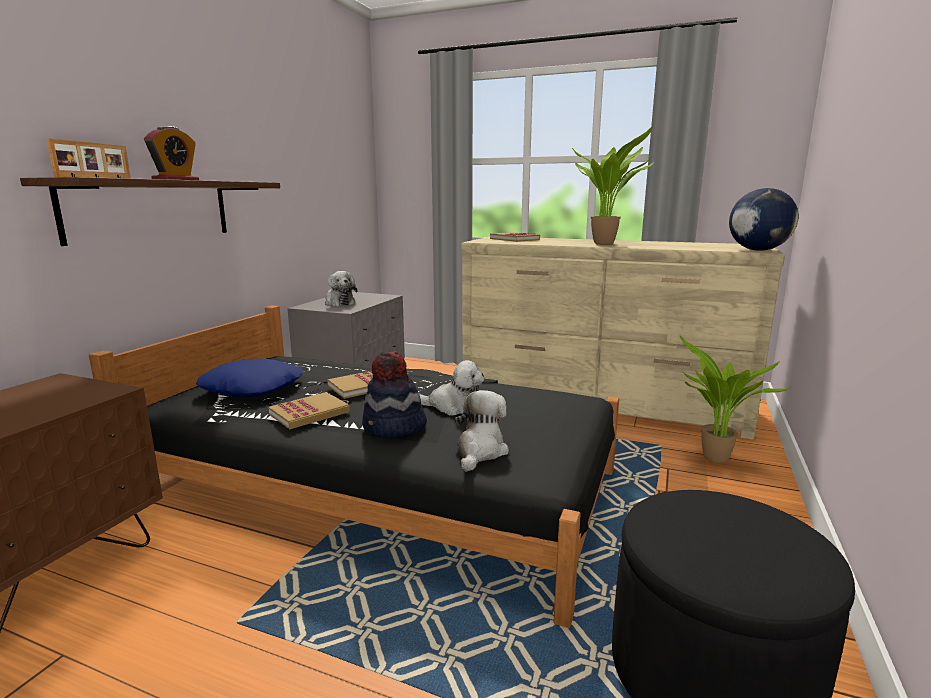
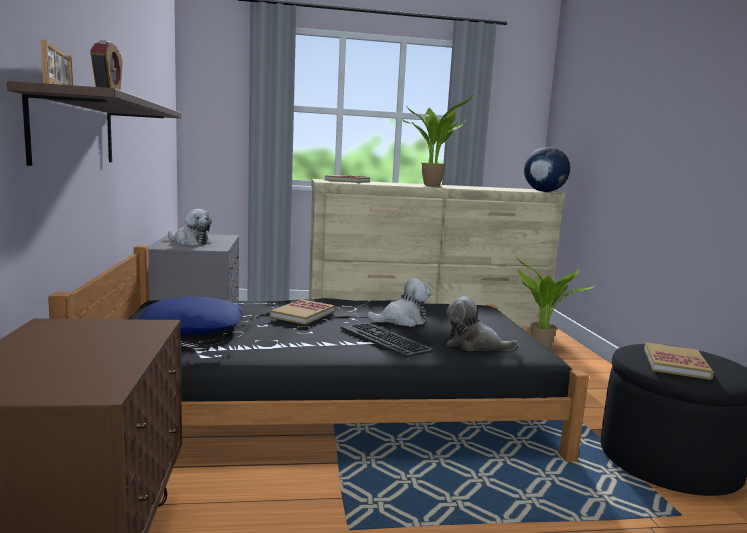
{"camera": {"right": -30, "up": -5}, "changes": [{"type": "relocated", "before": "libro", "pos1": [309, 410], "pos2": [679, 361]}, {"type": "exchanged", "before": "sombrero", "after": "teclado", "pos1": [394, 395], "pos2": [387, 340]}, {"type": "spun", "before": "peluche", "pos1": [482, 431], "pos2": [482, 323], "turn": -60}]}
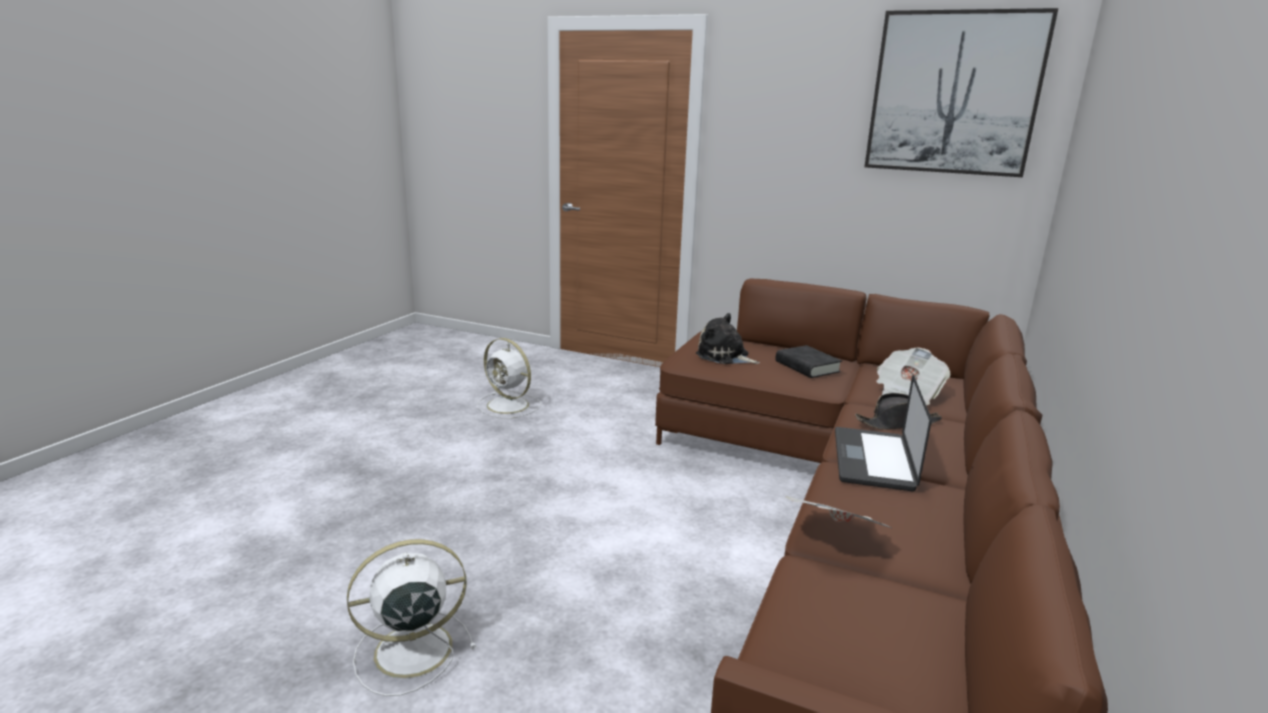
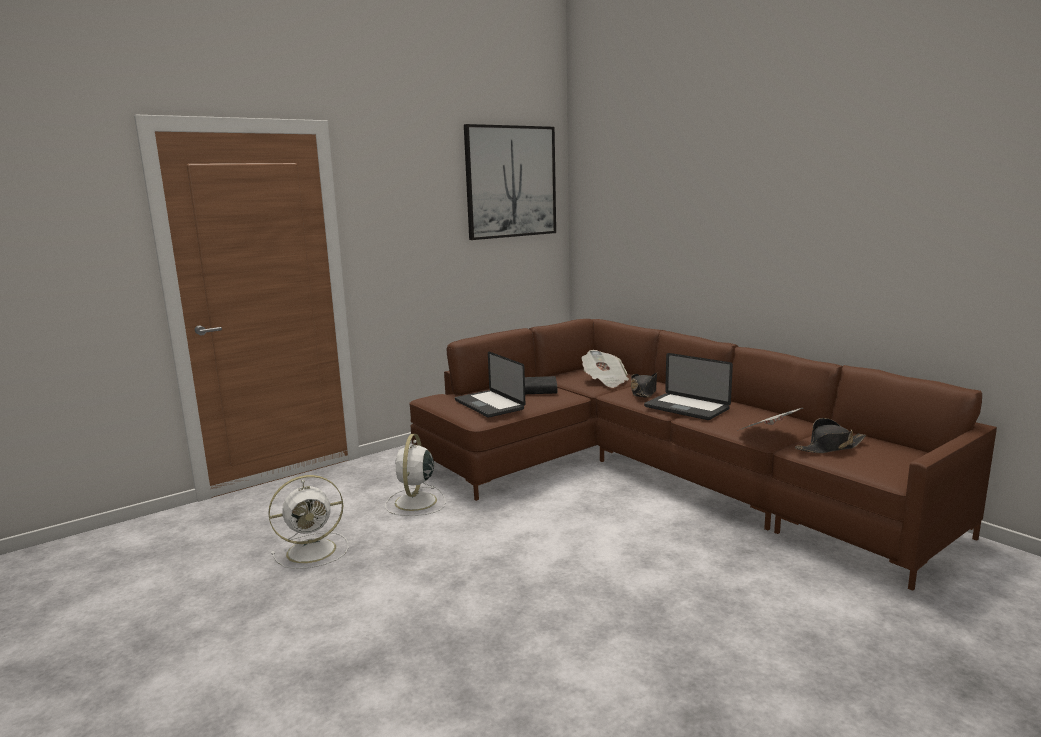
{"camera": {"right": -60, "up": -5}, "changes": [{"type": "appeared", "after": "sombrero/negro", "pos2": [830, 435]}, {"type": "relocated", "before": "ventilador/blanco", "pos1": [411, 617], "pos2": [416, 475]}, {"type": "exchanged", "before": "peluche", "after": "portátil", "pos1": [728, 338], "pos2": [490, 384]}]}
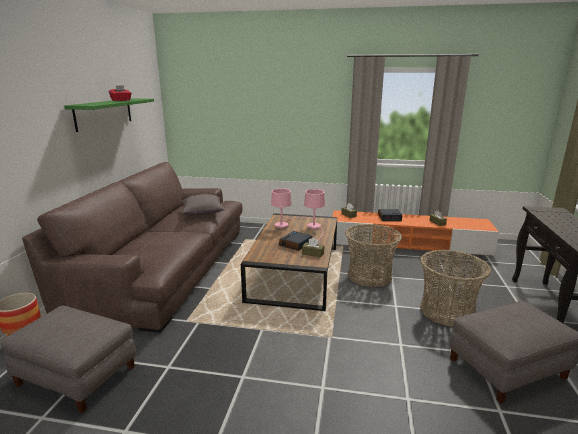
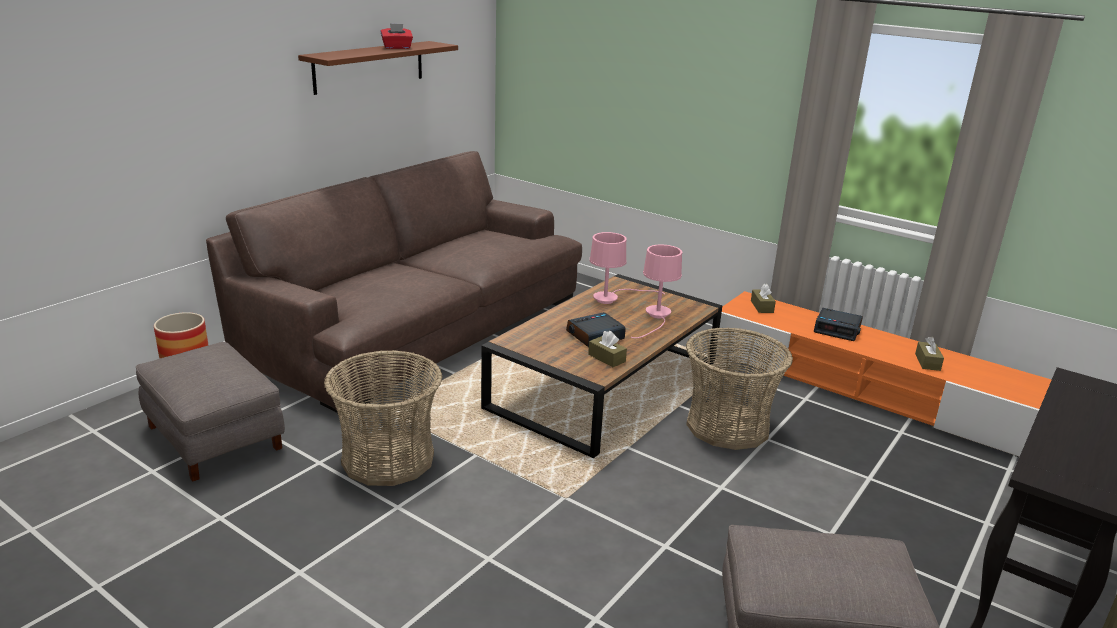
{"camera": {"right": 25, "up": 5}, "changes": [{"type": "missing", "before": "cojín/gris", "pos1": [203, 204]}, {"type": "relocated", "before": "cesta", "pos1": [455, 288], "pos2": [383, 418]}, {"type": "colour", "before": "estante/verde", "after": "estante/marrón", "pos1": [109, 115], "pos2": [378, 68]}]}
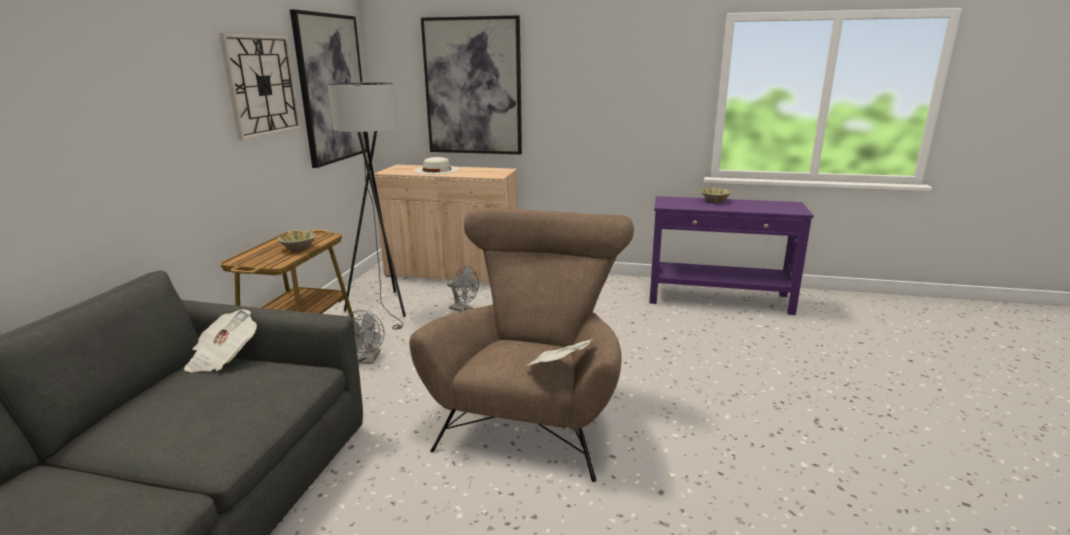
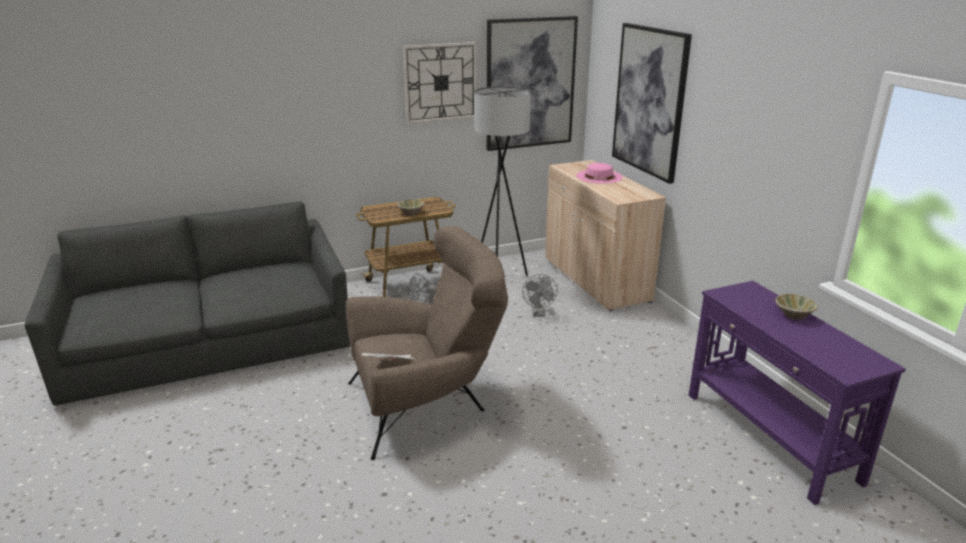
{"camera": {"right": 55, "up": 5}, "changes": [{"type": "missing", "before": "periódico", "pos1": [220, 340]}, {"type": "colour", "before": "sombrero/blanco", "after": "sombrero/rosa", "pos1": [437, 165], "pos2": [599, 173]}]}
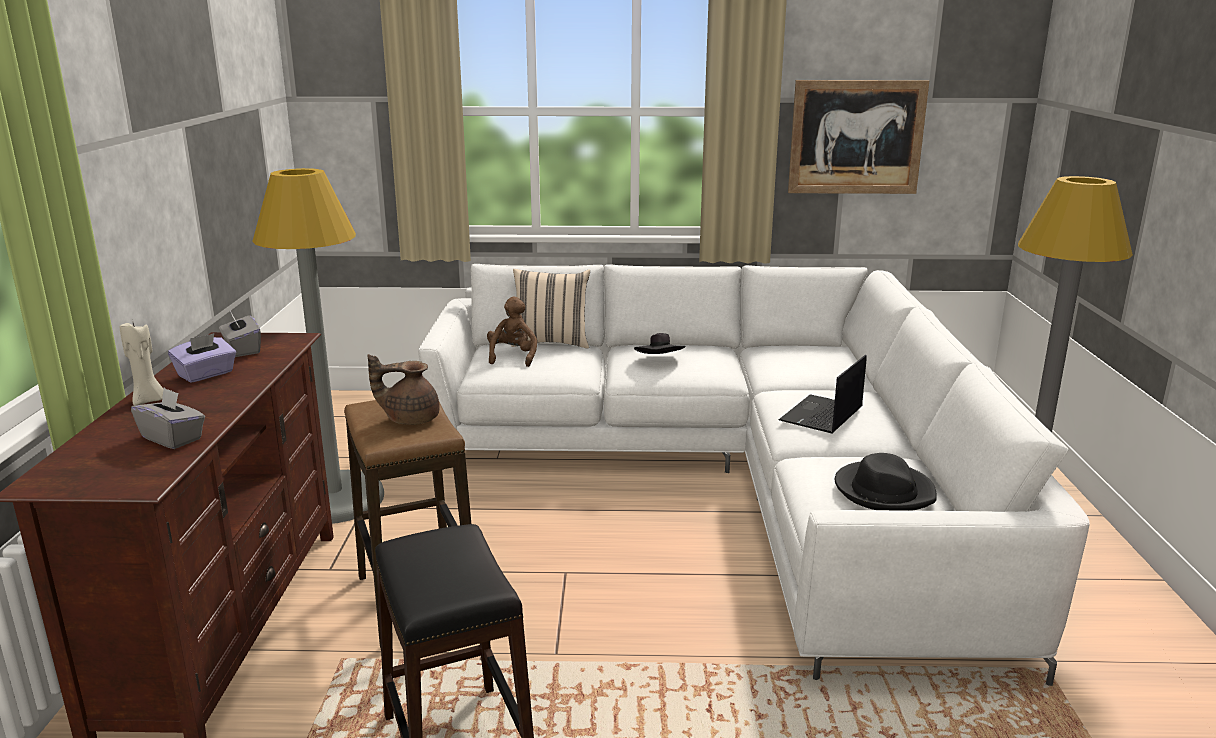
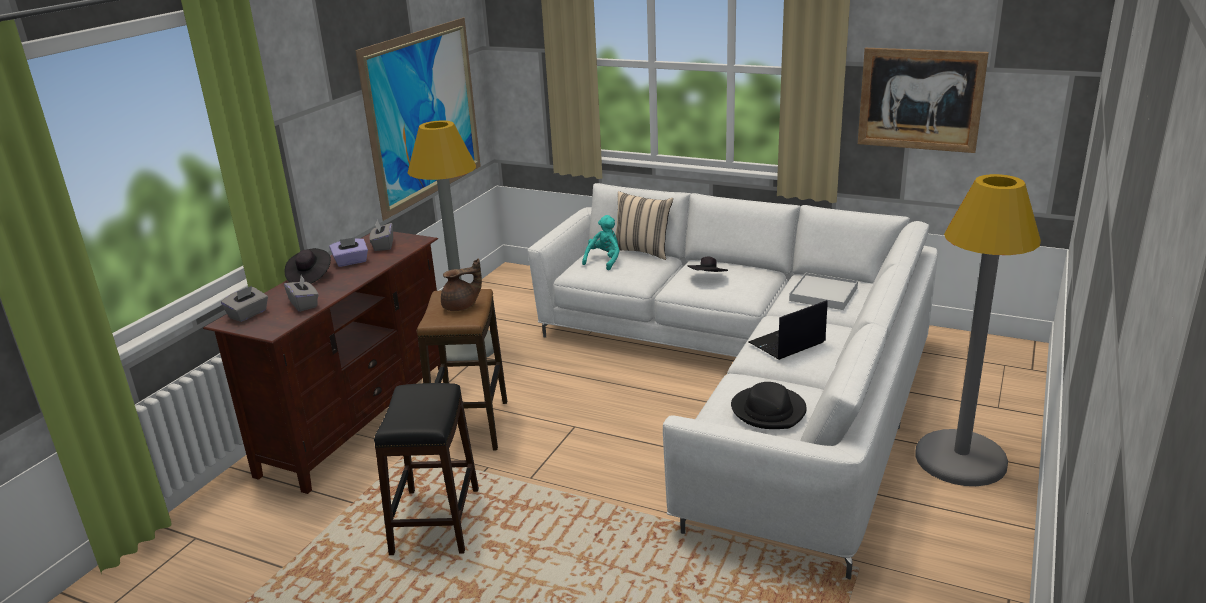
{"camera": {"right": 25, "up": 5}, "changes": [{"type": "appeared", "after": "caja de pañuelos/gris", "pos2": [244, 304]}, {"type": "appeared", "after": "cuadro", "pos2": [418, 119]}, {"type": "appeared", "after": "bandeja/blanco", "pos2": [823, 291]}, {"type": "exchanged", "before": "vela/beis", "after": "sombrero/negro", "pos1": [141, 364], "pos2": [308, 266]}, {"type": "colour", "before": "peluche/marrón", "after": "peluche/turquesa", "pos1": [512, 332], "pos2": [601, 242]}, {"type": "spun", "before": "tetera/marrón", "pos1": [404, 389], "pos2": [461, 284], "turn": 135}]}
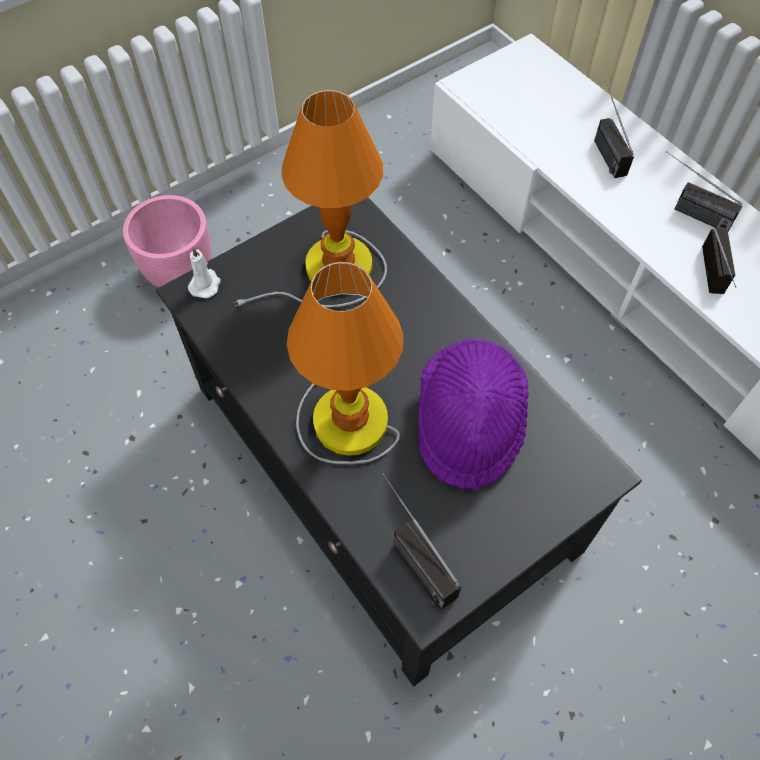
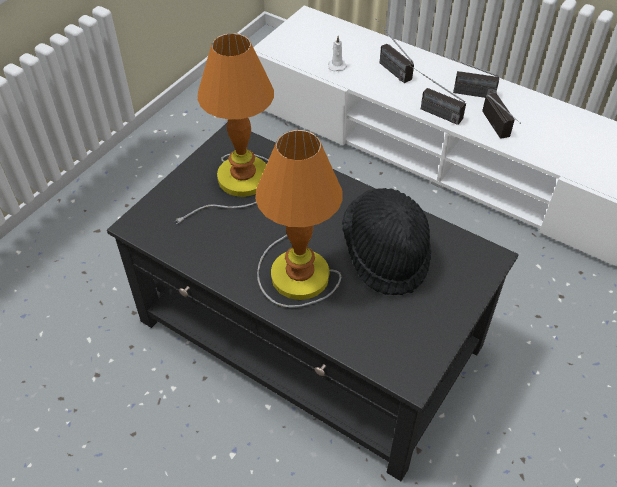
{"camera": {"right": -20, "up": -10}, "changes": [{"type": "missing", "before": "maceta/rosa", "pos1": [167, 241]}, {"type": "relocated", "before": "vela/blanco", "pos1": [204, 272], "pos2": [337, 53]}, {"type": "relocated", "before": "radio", "pos1": [421, 541], "pos2": [437, 95]}, {"type": "colour", "before": "sombrero/morado", "after": "sombrero/negro", "pos1": [473, 414], "pos2": [387, 241]}]}
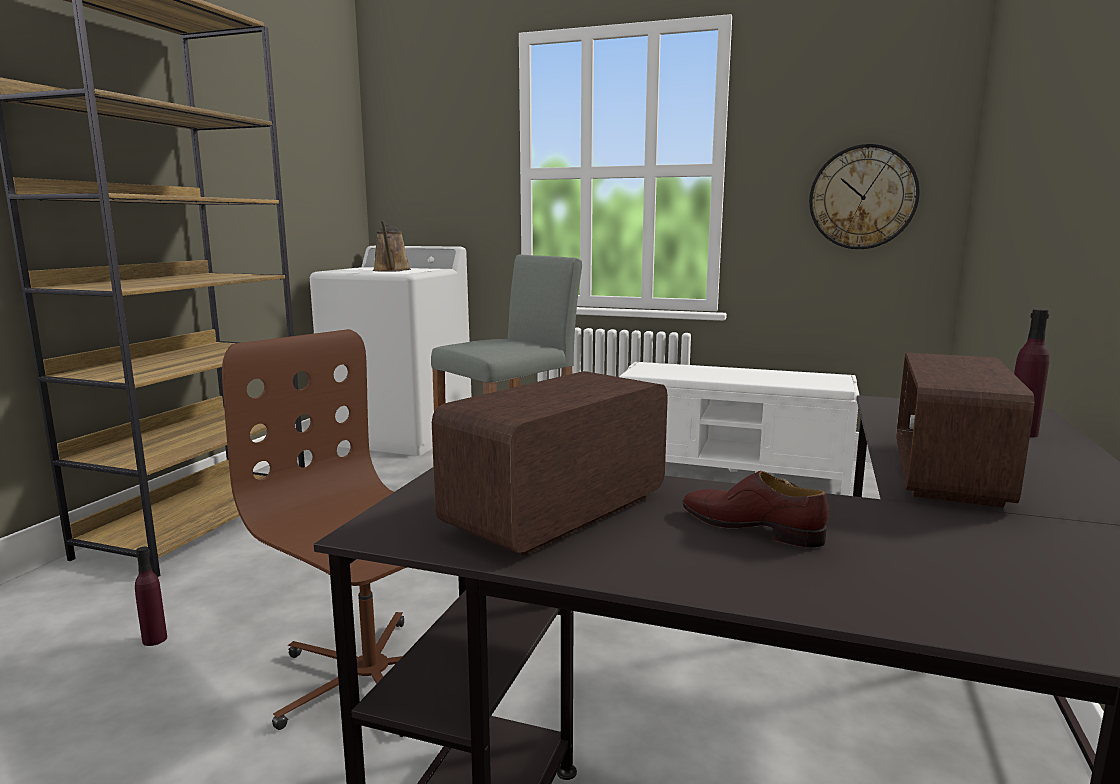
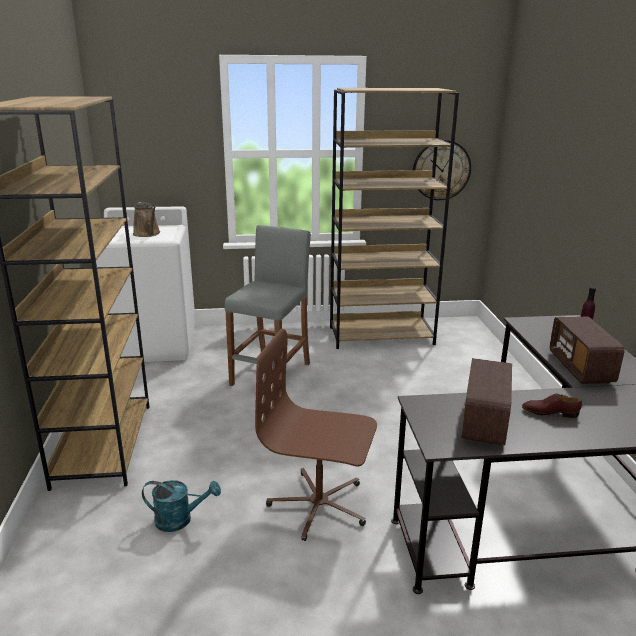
{"camera": {"right": -25, "up": 10}, "changes": [{"type": "exchanged", "before": "botella/morado", "after": "regadera/turquesa", "pos1": [151, 596], "pos2": [181, 506]}, {"type": "exchanged", "before": "banco/blanco", "after": "estantería/marrón", "pos1": [739, 429], "pos2": [394, 218]}]}
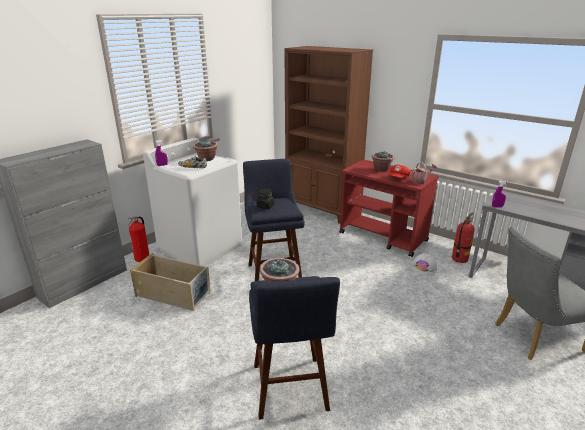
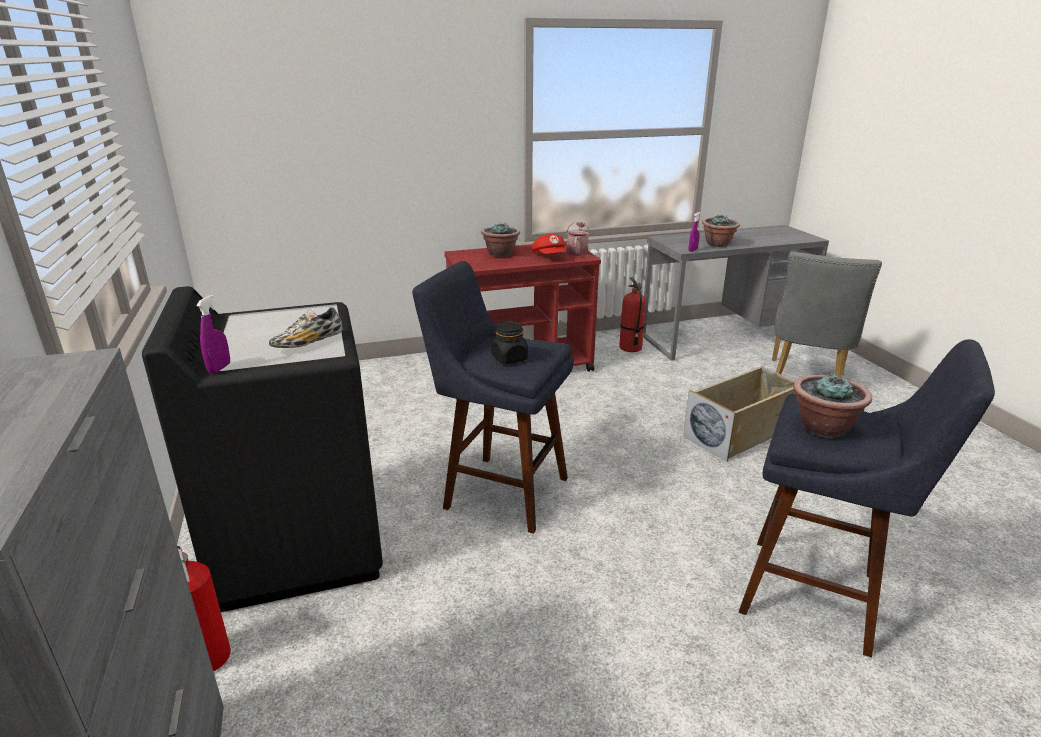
{"camera": {"right": -55, "up": 0}, "changes": [{"type": "missing", "before": "estantería/marrón", "pos1": [328, 135]}, {"type": "missing", "before": "casco/blanco", "pos1": [424, 264]}, {"type": "relocated", "before": "caja de almacenaje/beis", "pos1": [170, 282], "pos2": [740, 414]}, {"type": "relocated", "before": "planta en maceta", "pos1": [205, 150], "pos2": [721, 230]}, {"type": "colour", "before": "lavadora/blanco", "after": "lavadora/negro", "pos1": [192, 202], "pos2": [262, 449]}]}
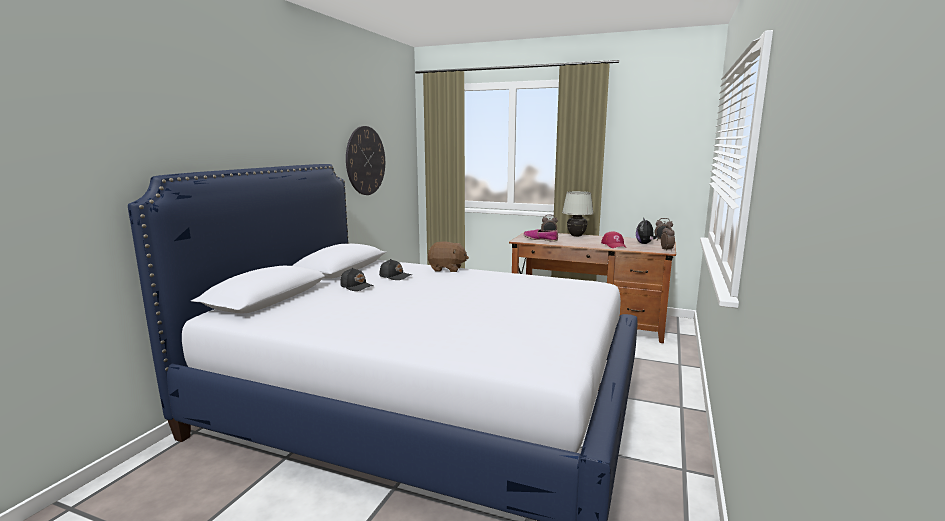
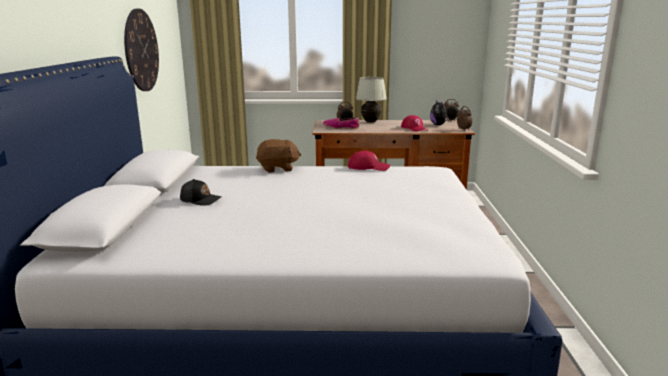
{"camera": {"right": -20, "up": 5}, "changes": [{"type": "missing", "before": "gorra/negro", "pos1": [395, 269]}, {"type": "appeared", "after": "gorra/rojo", "pos2": [369, 161]}]}
